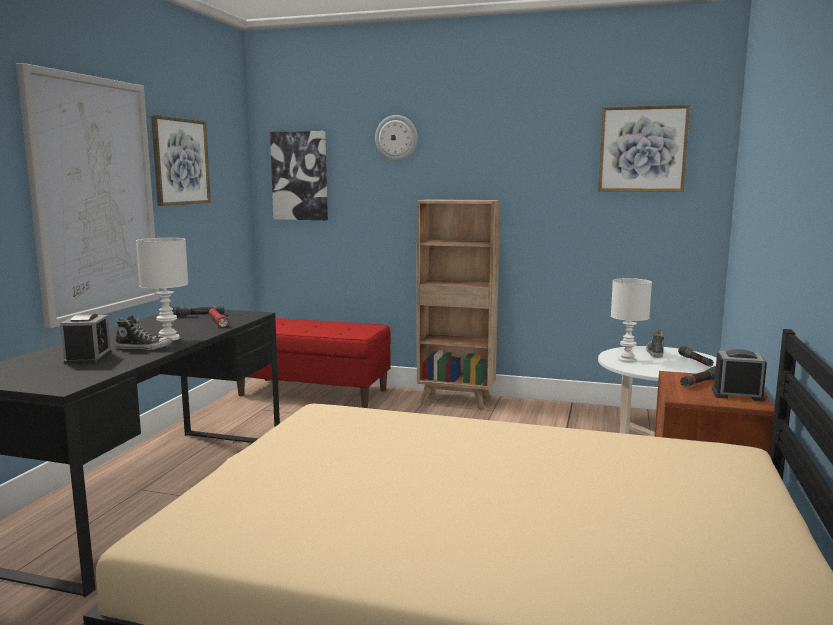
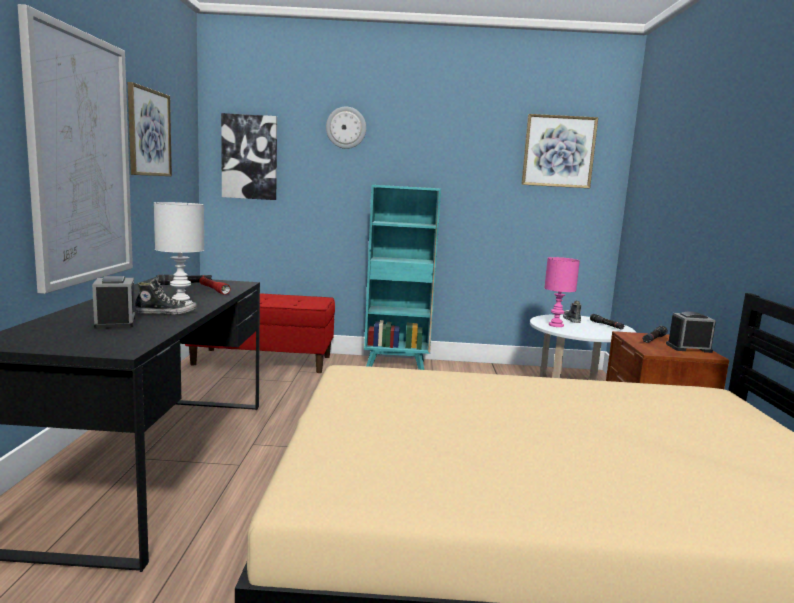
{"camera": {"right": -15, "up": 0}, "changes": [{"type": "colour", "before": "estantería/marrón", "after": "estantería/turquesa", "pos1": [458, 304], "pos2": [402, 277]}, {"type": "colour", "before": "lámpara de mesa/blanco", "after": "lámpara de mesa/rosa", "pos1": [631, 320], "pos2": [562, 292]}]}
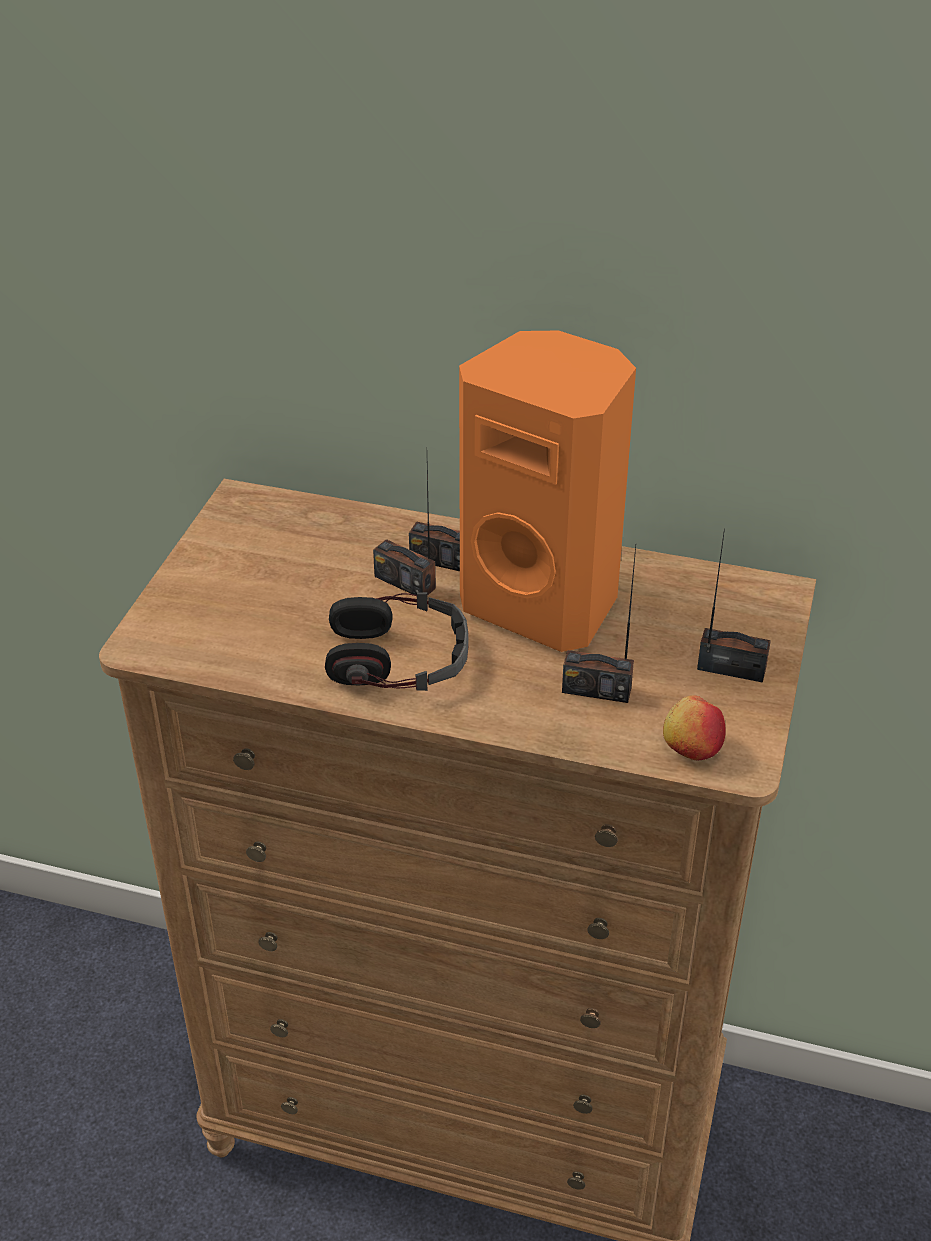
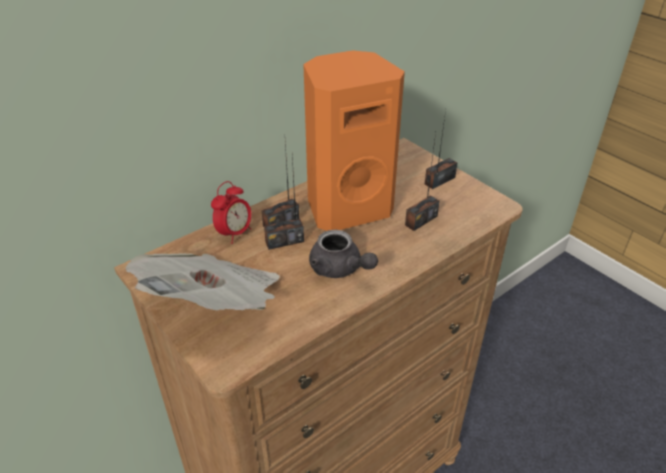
{"camera": {"right": -55, "up": 0}, "changes": [{"type": "missing", "before": "manzana", "pos1": [694, 728]}, {"type": "appeared", "after": "periódico", "pos2": [203, 281]}, {"type": "appeared", "after": "despertador", "pos2": [231, 212]}, {"type": "exchanged", "before": "auriculares", "after": "tetera/gris", "pos1": [397, 641], "pos2": [343, 254]}]}
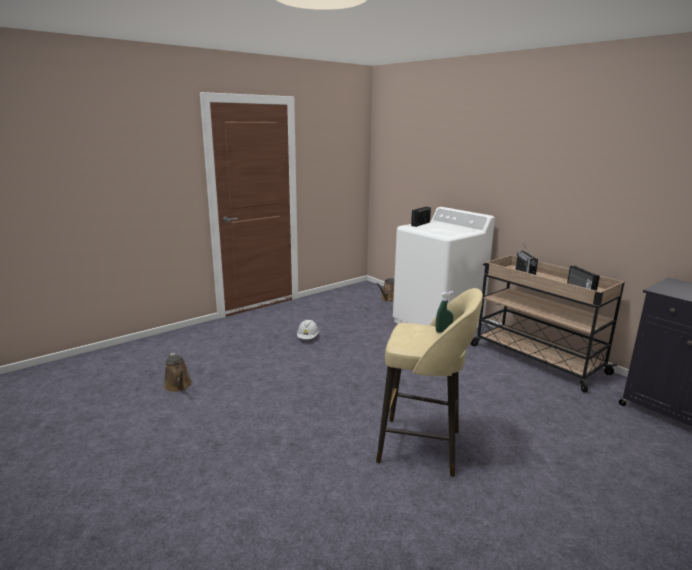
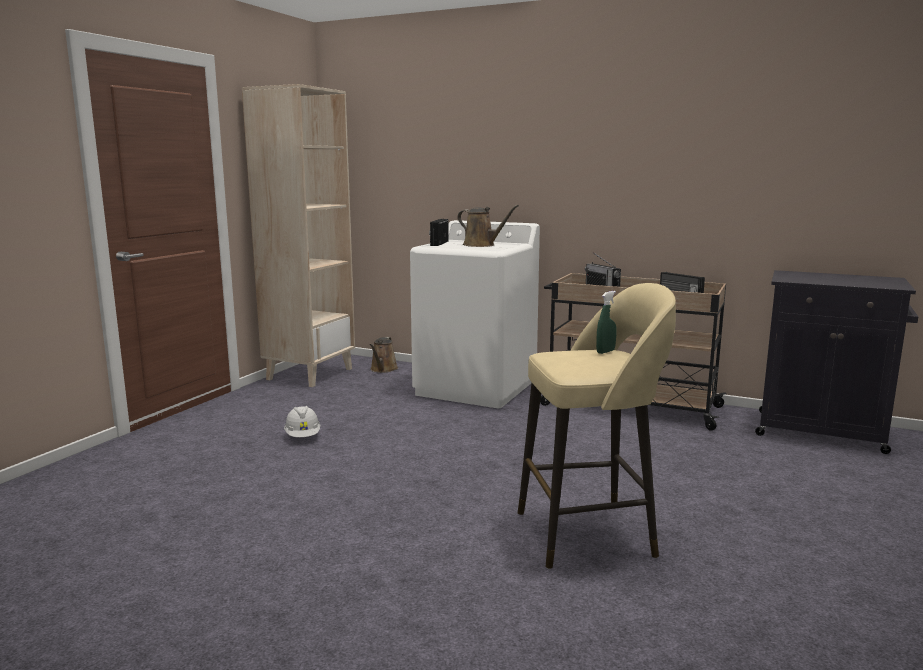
{"camera": {"right": -25, "up": -5}, "changes": [{"type": "appeared", "after": "estantería/beis", "pos2": [298, 235]}, {"type": "relocated", "before": "regadera/marrón", "pos1": [178, 372], "pos2": [488, 226]}]}
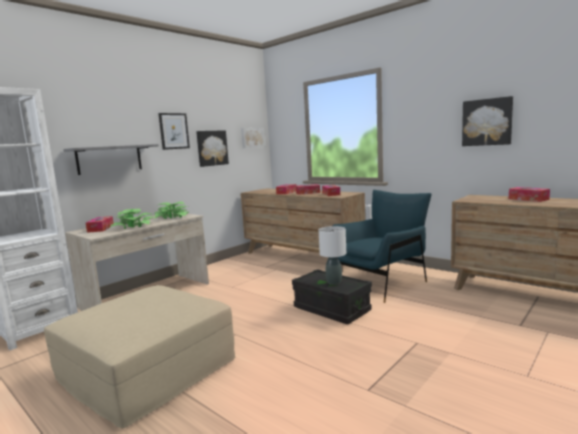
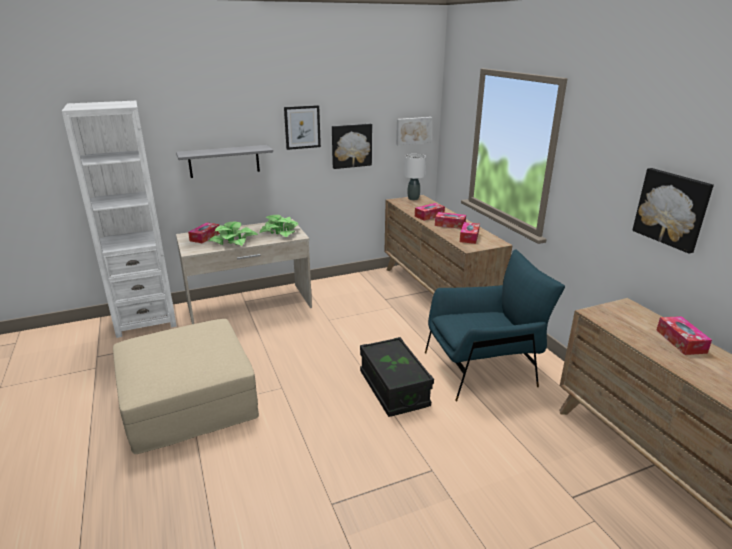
{"camera": {"right": 25, "up": 15}, "changes": [{"type": "relocated", "before": "lámpara de mesa/blanco", "pos1": [332, 255], "pos2": [415, 177]}]}
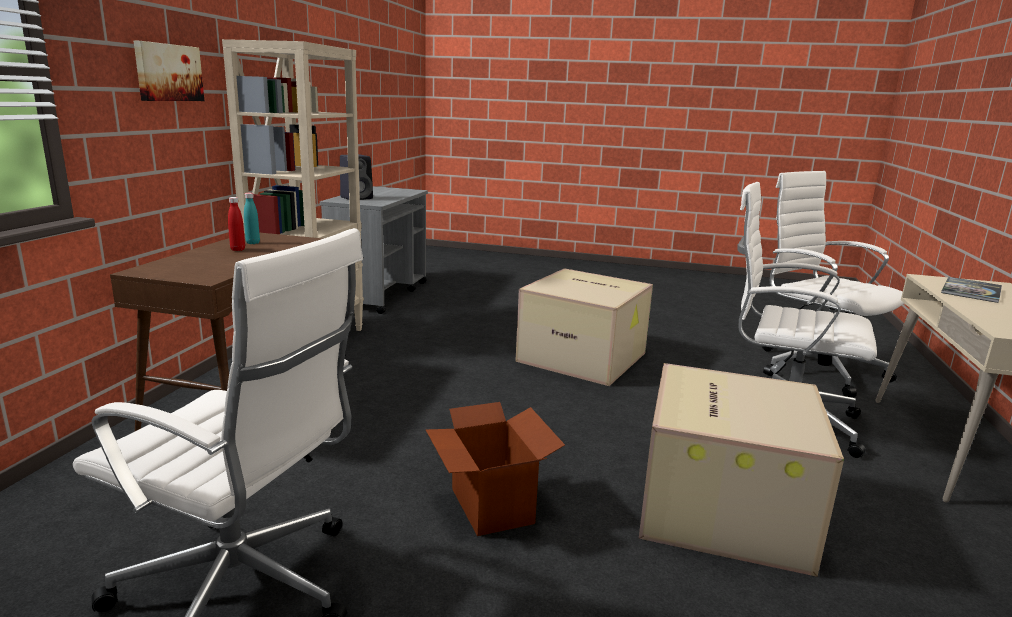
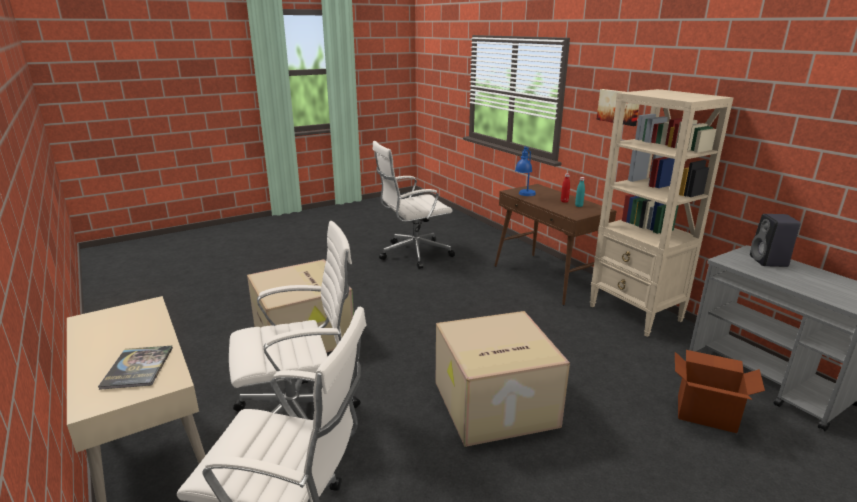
{"camera": {"right": 135, "up": 5}, "changes": [{"type": "appeared", "after": "lámpara de mesa/azul", "pos2": [525, 171]}, {"type": "relocated", "before": "caja de cartón", "pos1": [495, 469], "pos2": [720, 391]}]}
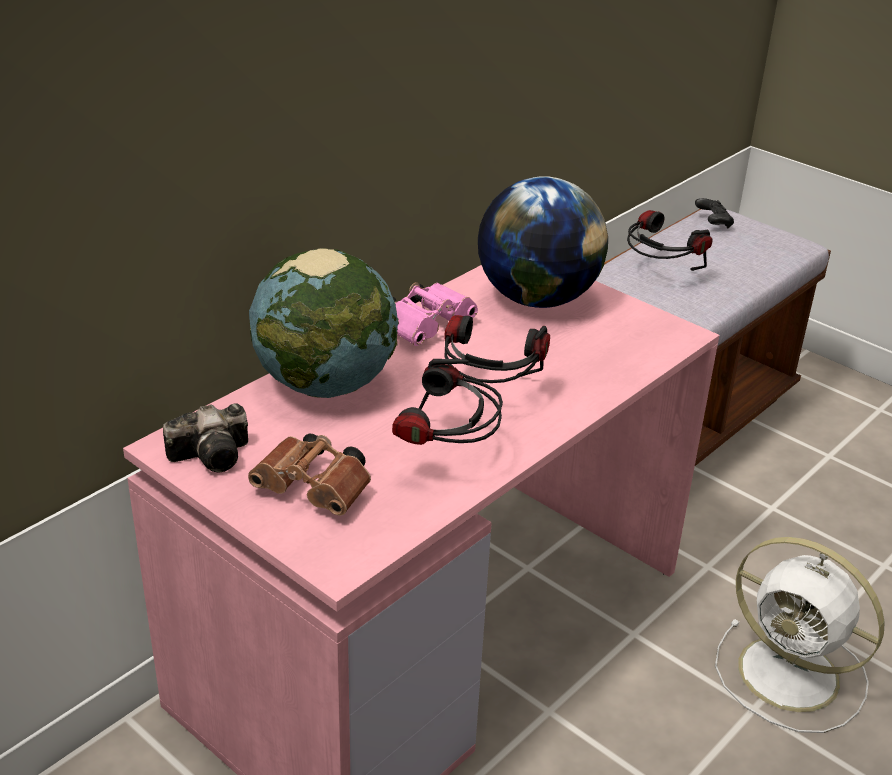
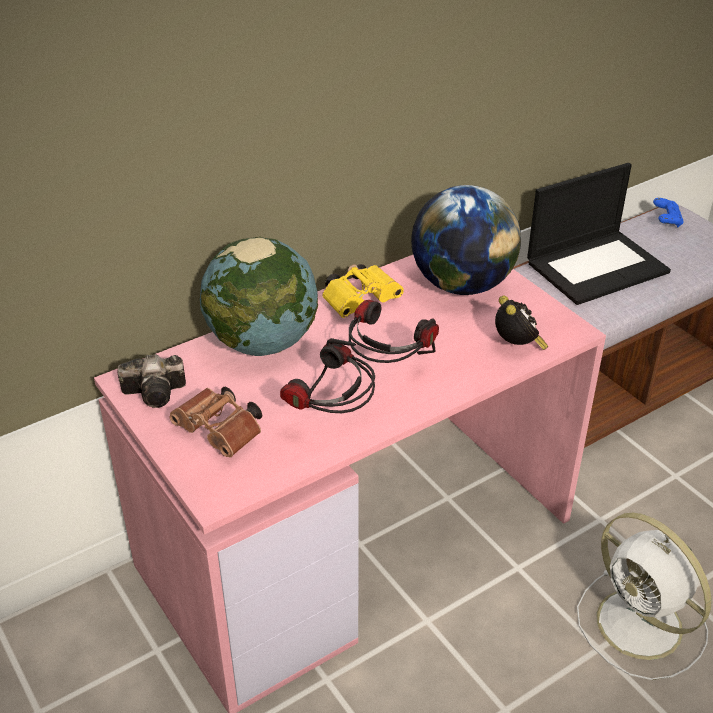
{"camera": {"right": 15, "up": 5}, "changes": [{"type": "appeared", "after": "despertador", "pos2": [521, 323]}, {"type": "exchanged", "before": "auriculares", "after": "portátil", "pos1": [670, 240], "pos2": [599, 234]}, {"type": "colour", "before": "prismáticos/rosa", "after": "prismáticos/amarillo", "pos1": [435, 314], "pos2": [363, 291]}, {"type": "colour", "before": "mando de consola/negro", "after": "mando de consola/azul", "pos1": [714, 213], "pos2": [668, 212]}]}
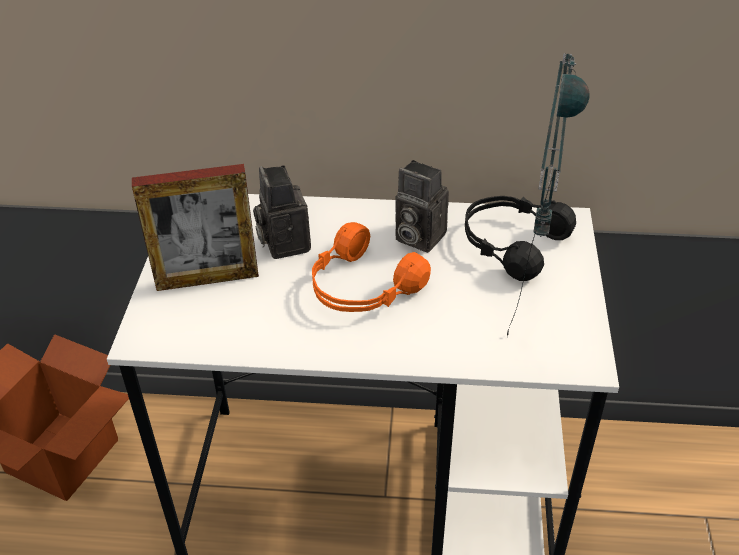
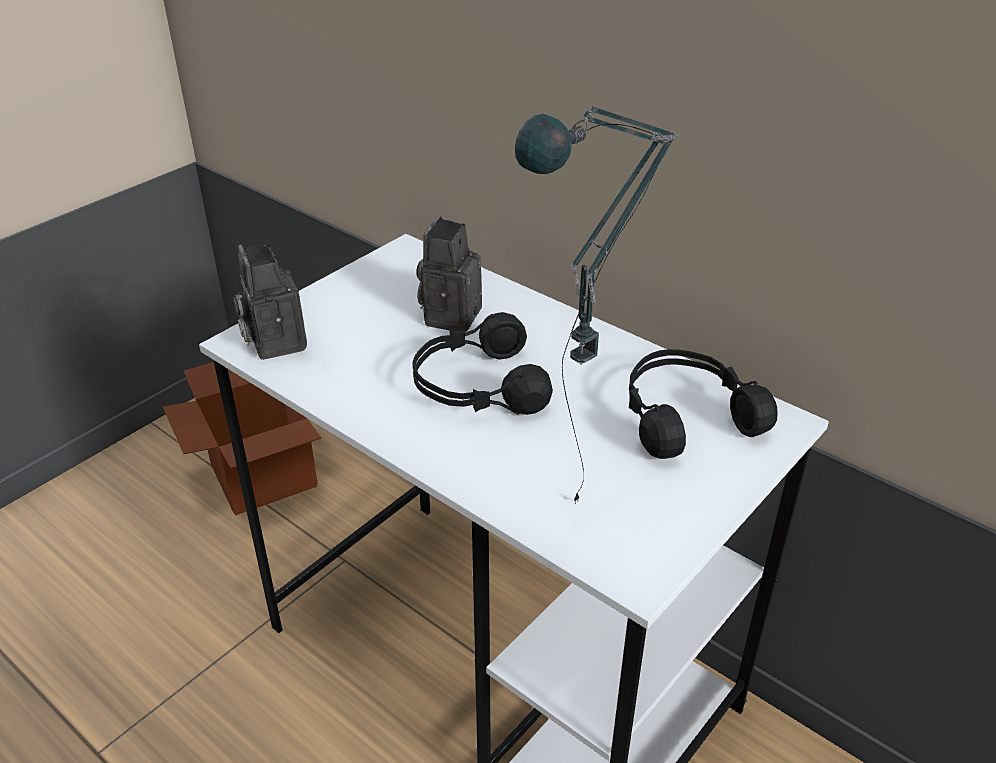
{"camera": {"right": 35, "up": -5}, "changes": [{"type": "missing", "before": "portarretratos", "pos1": [195, 227]}, {"type": "relocated", "before": "cámara", "pos1": [422, 206], "pos2": [270, 302]}, {"type": "colour", "before": "auriculares/naranja", "after": "auriculares/negro", "pos1": [371, 267], "pos2": [482, 363]}]}
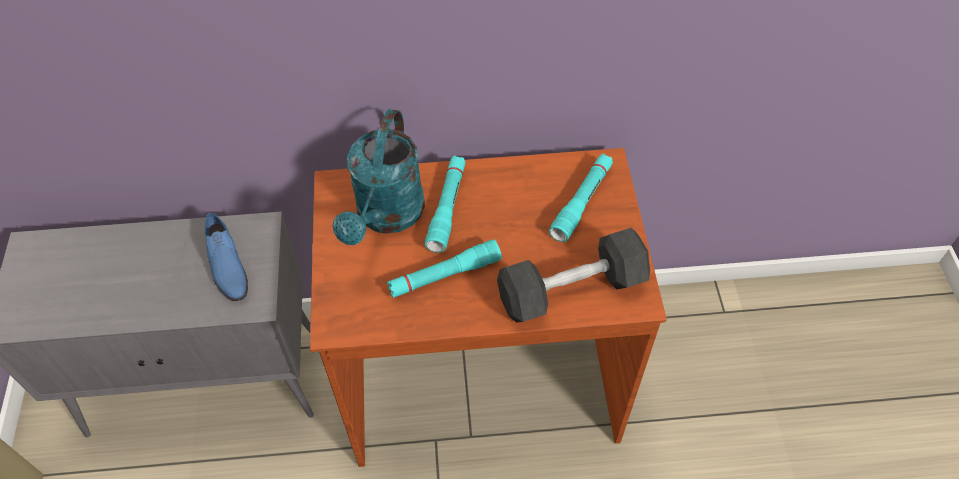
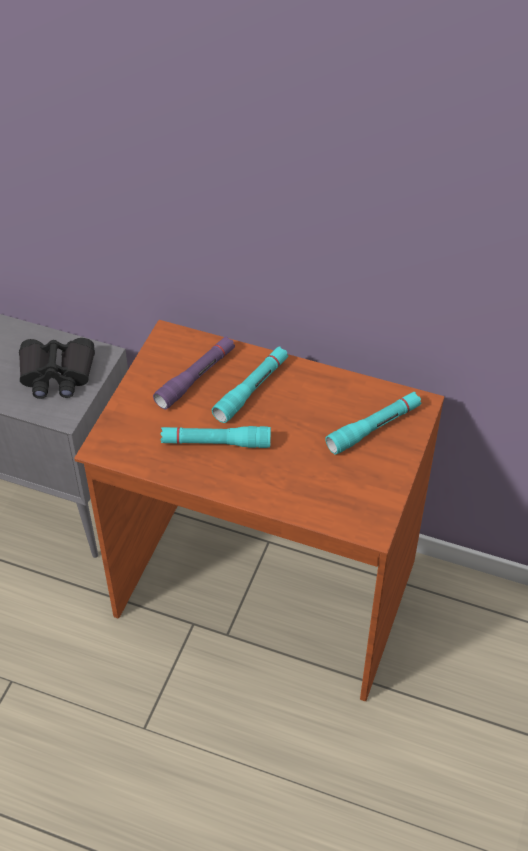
{"camera": {"right": 25, "up": -5}, "changes": [{"type": "missing", "before": "mancuerna/negro", "pos1": [573, 275]}, {"type": "exchanged", "before": "zapato/azul", "after": "prismáticos/negro", "pos1": [226, 256], "pos2": [57, 368]}, {"type": "exchanged", "before": "regadera/turquesa", "after": "linterna/morado", "pos1": [379, 177], "pos2": [194, 372]}]}
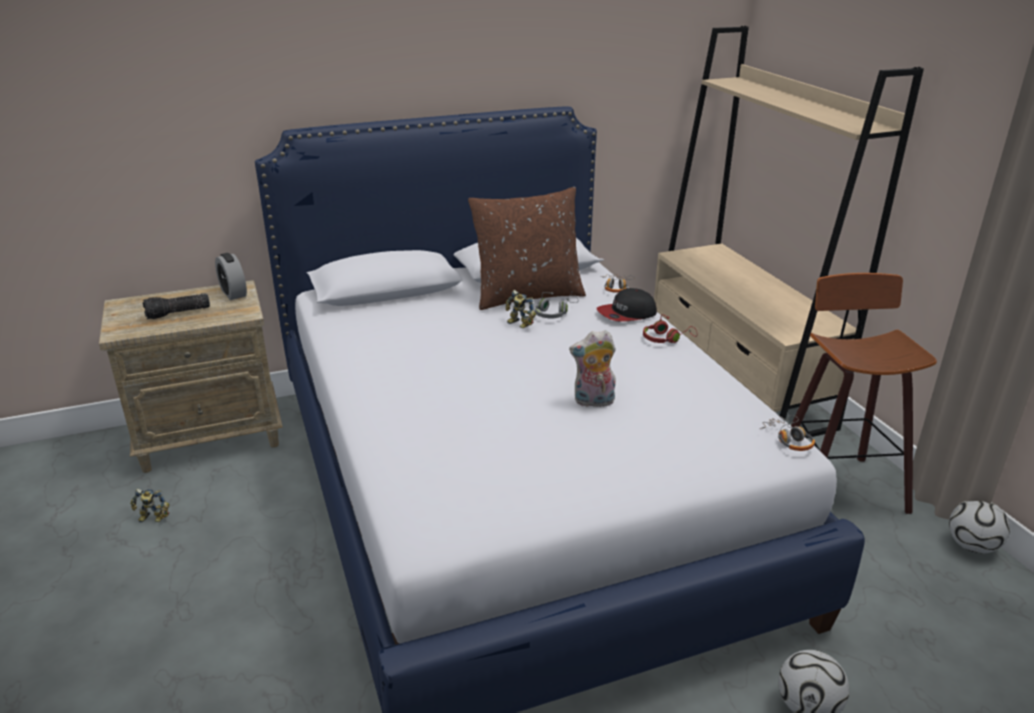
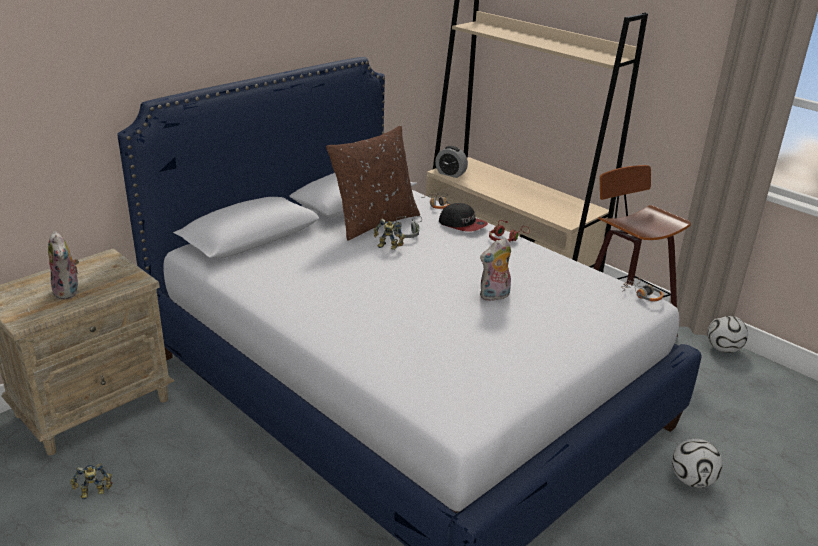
{"camera": {"right": -25, "up": 0}, "changes": [{"type": "relocated", "before": "despertador", "pos1": [231, 276], "pos2": [451, 162]}, {"type": "exchanged", "before": "linterna", "after": "peluche", "pos1": [176, 306], "pos2": [63, 265]}, {"type": "spun", "before": "gorra", "pos1": [627, 305], "pos2": [463, 217], "turn": -90}]}
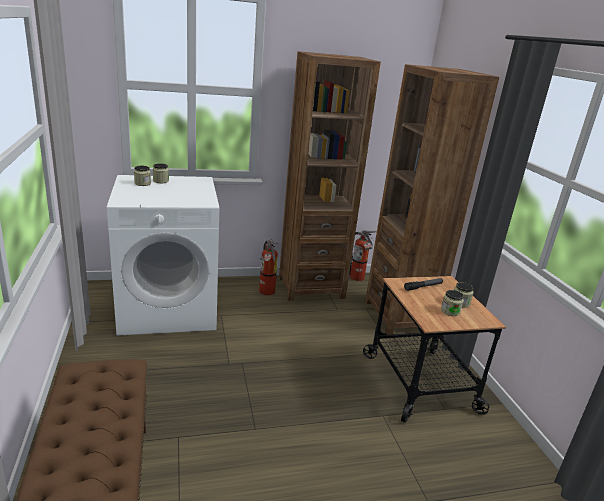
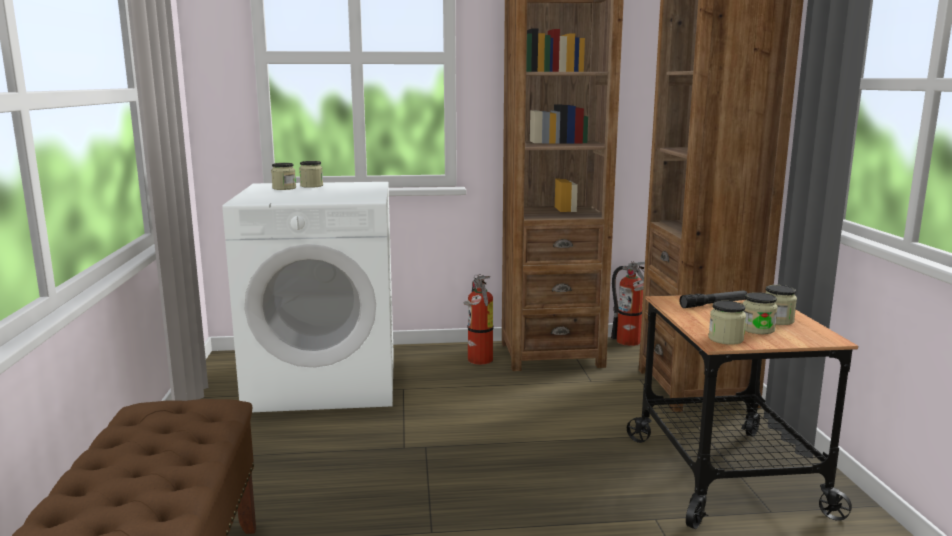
{"camera": {"right": 10, "up": -10}, "changes": [{"type": "appeared", "after": "tarro", "pos2": [727, 323]}]}
